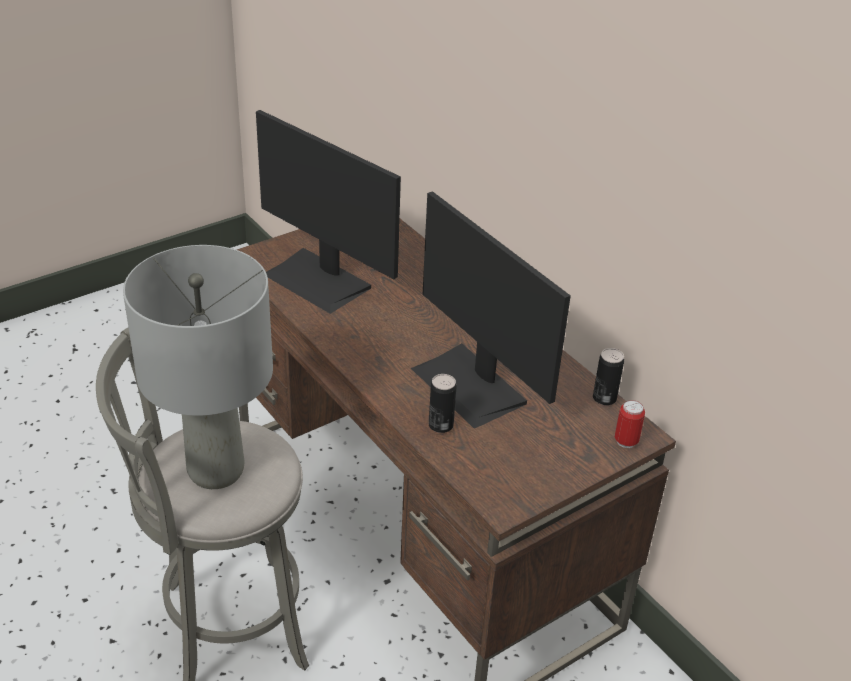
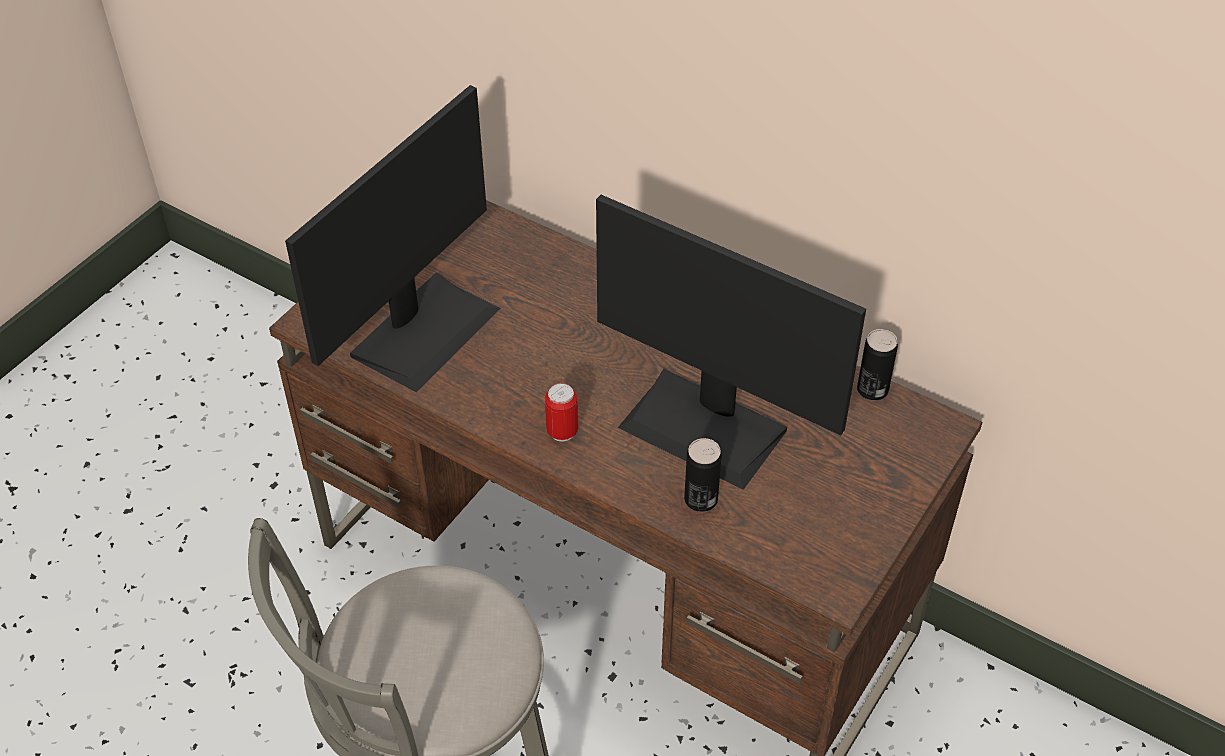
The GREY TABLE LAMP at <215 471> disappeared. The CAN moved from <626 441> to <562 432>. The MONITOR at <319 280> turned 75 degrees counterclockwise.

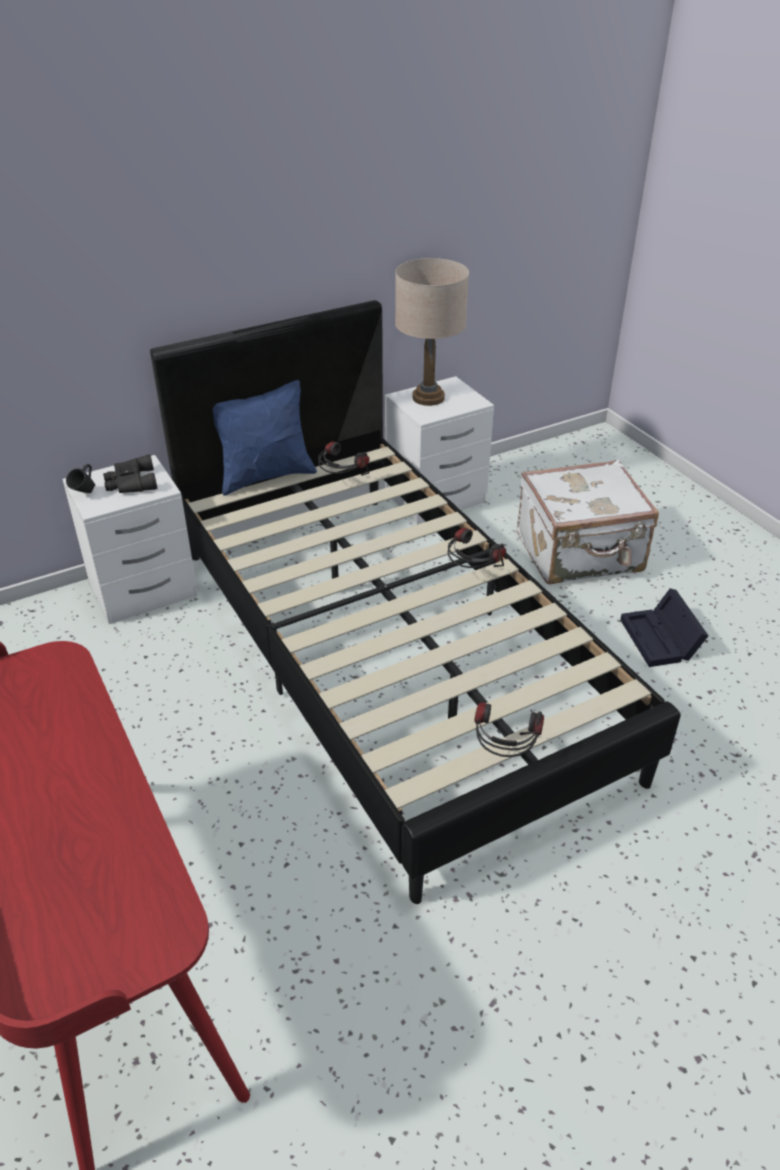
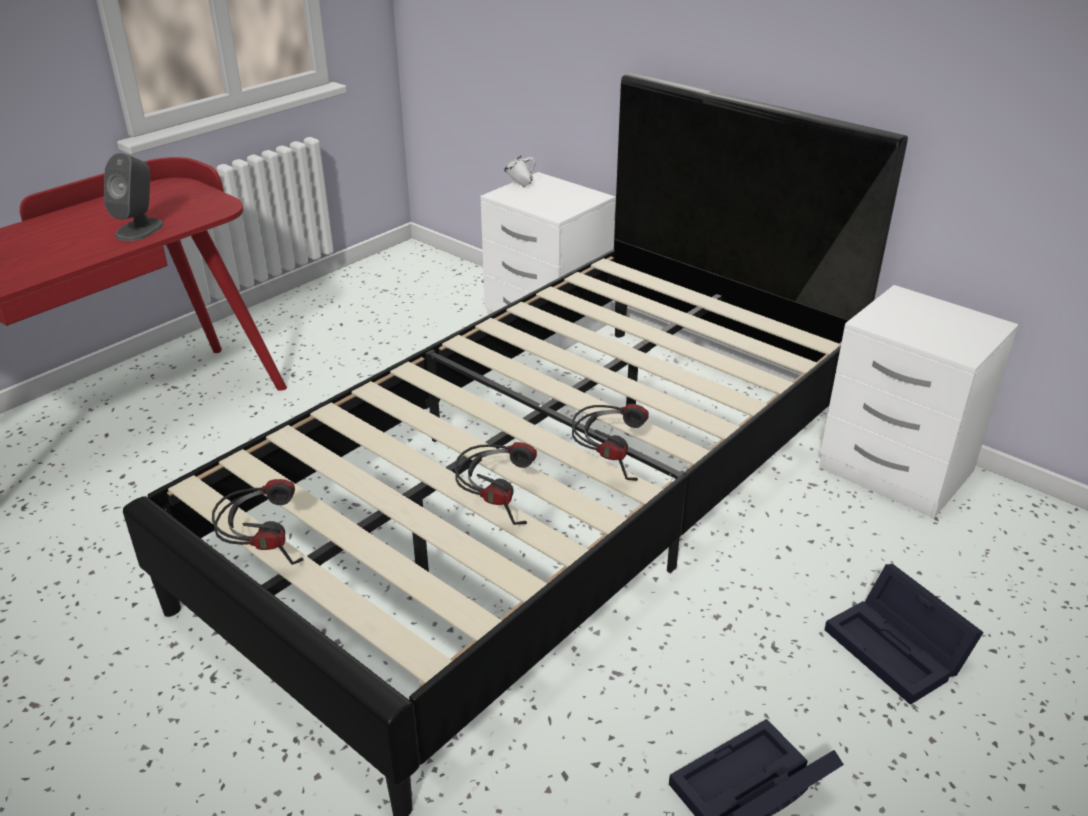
The BLACK BINOCULARS at <130 482> disappeared. The BLUE PILLOW at <265 476> disappeared. The BEIGE TABLE LAMP at <428 398> disappeared. The GREY SPEAKER at <140 229> appeared. The HEADPHONES moved from <341 481> to <495 506>. The WHITE SUITCASE at <580 554> was replaced by the BLACK STORAGE BOX at <899 650>. The BLACK MUG at <84 494> became the WHITE MUG at <520 185>.

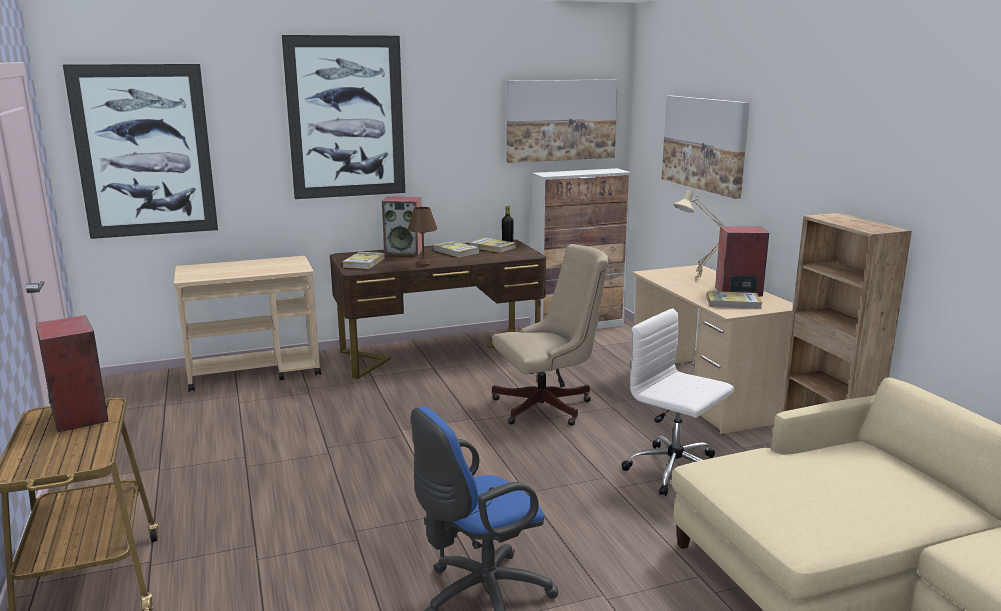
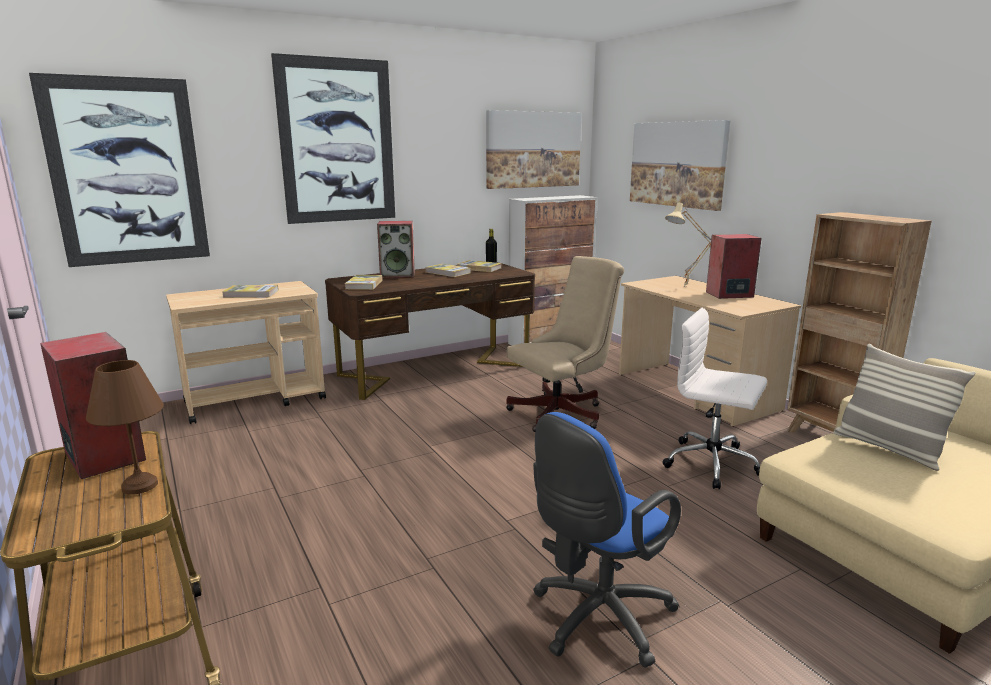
The PILLOW at <888 449> appeared. The BROWN TABLE LAMP moved from <422 264> to <138 485>. The BOOK moved from <733 303> to <251 294>.

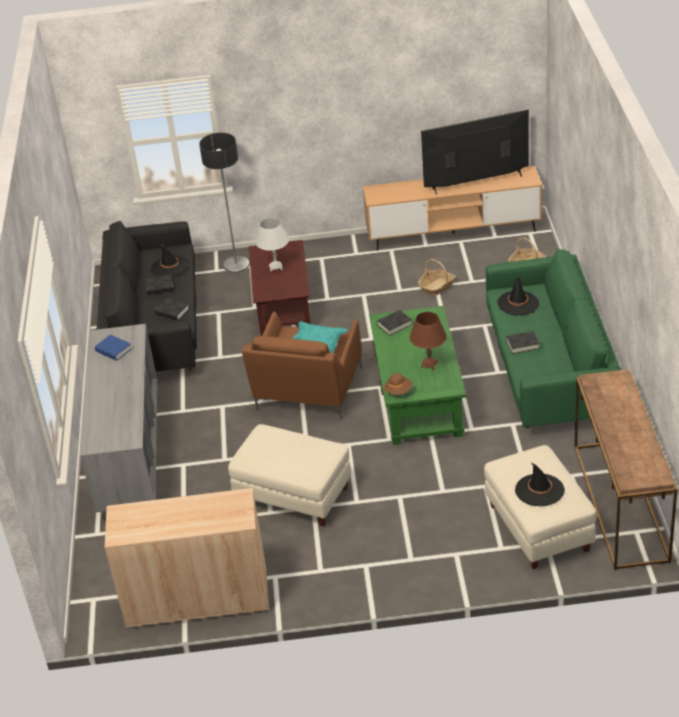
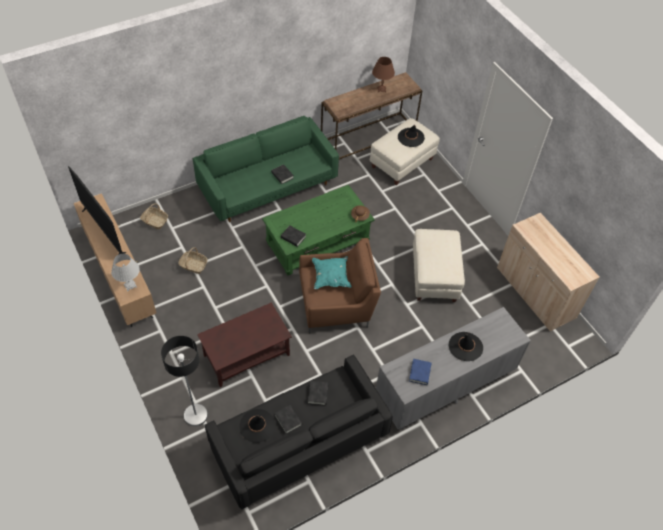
The WHITE TABLE LAMP moved from <275 267> to <130 285>. The BROWN TABLE LAMP moved from <429 364> to <381 89>. The BLACK HAT moved from <518 303> to <465 346>.

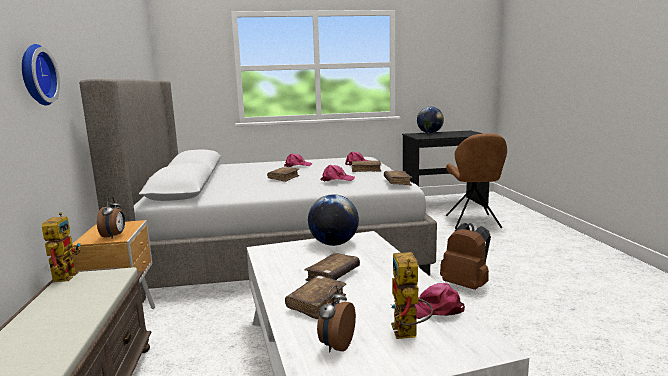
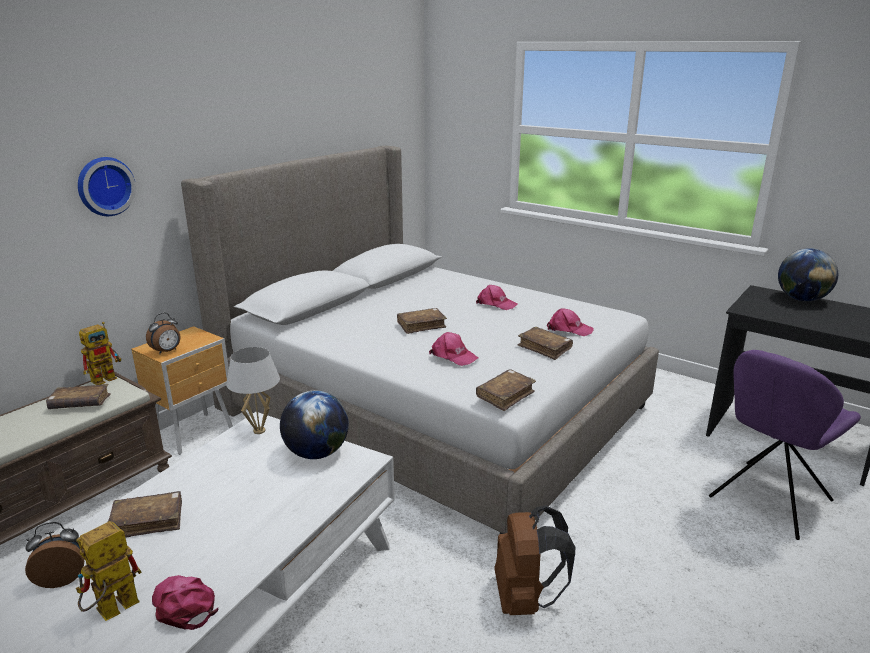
The WHITE TABLE LAMP at <259 430> appeared. The BROWN BOOK moved from <333 275> to <80 404>. The BROWN CHAIR at <473 222> became the PURPLE CHAIR at <768 501>.

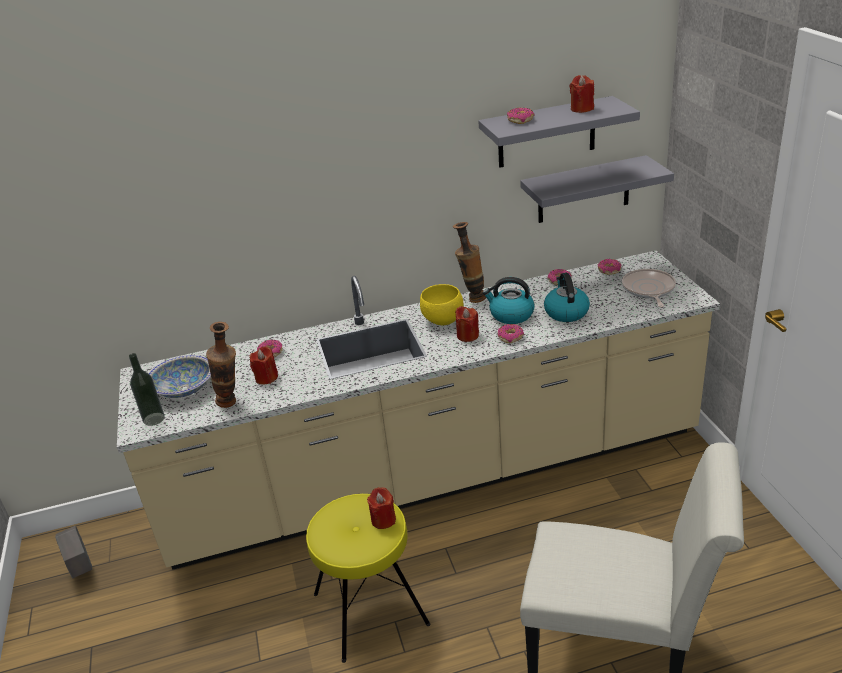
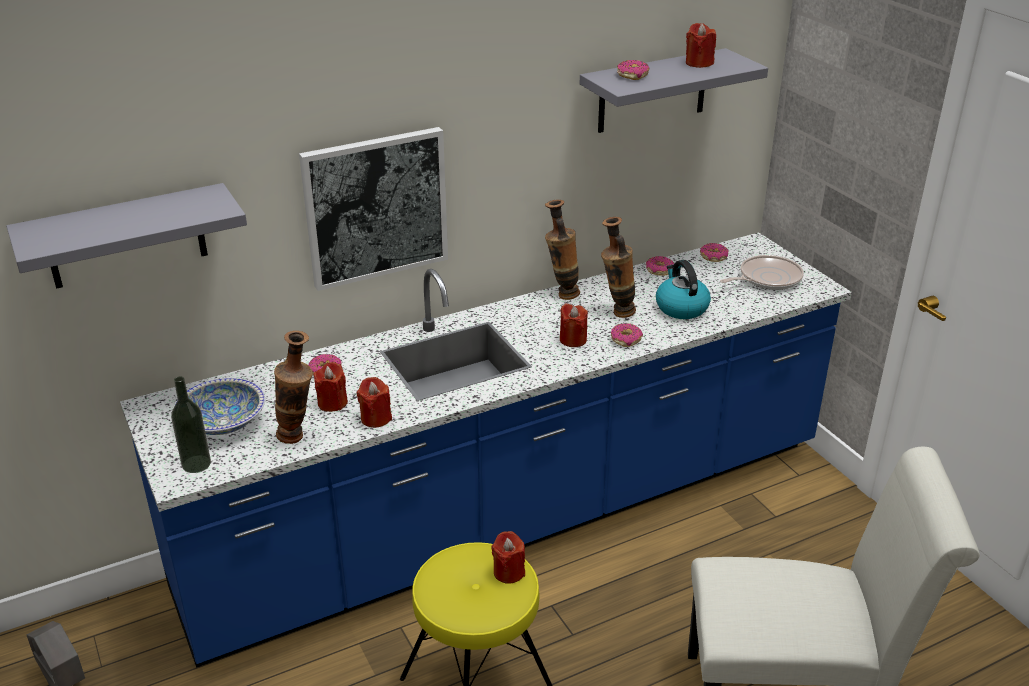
The YELLOW BOWL at <443 321> disappeared. The PICTURE at <375 207> appeared. The RED CANDLE at <376 418> appeared. The GREY SHELF moved from <583 190> to <126 237>. The KETTLE at <511 315> was replaced by the VASE at <616 313>. The BEIGE COUNTER at <435 475> became the BLUE COUNTER at <514 519>. The FRYING PAN at <648 290> turned 75 degrees clockwise.

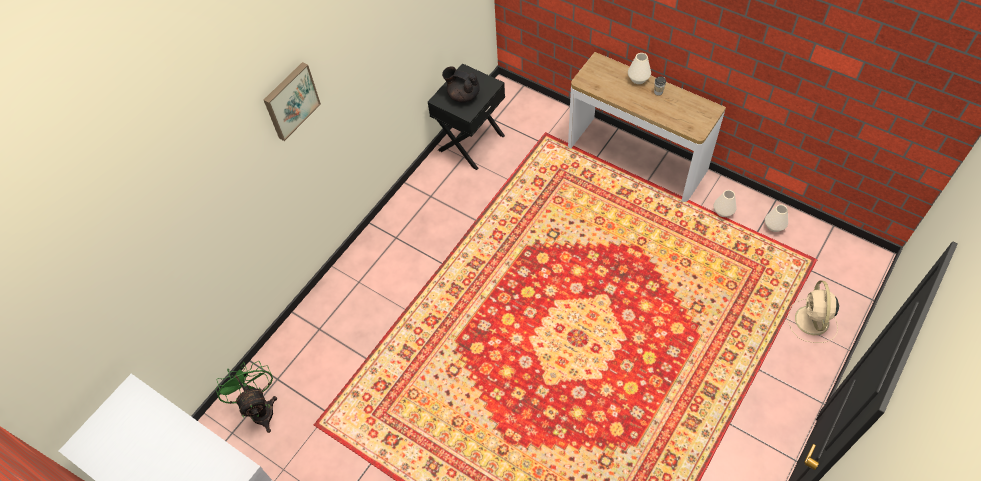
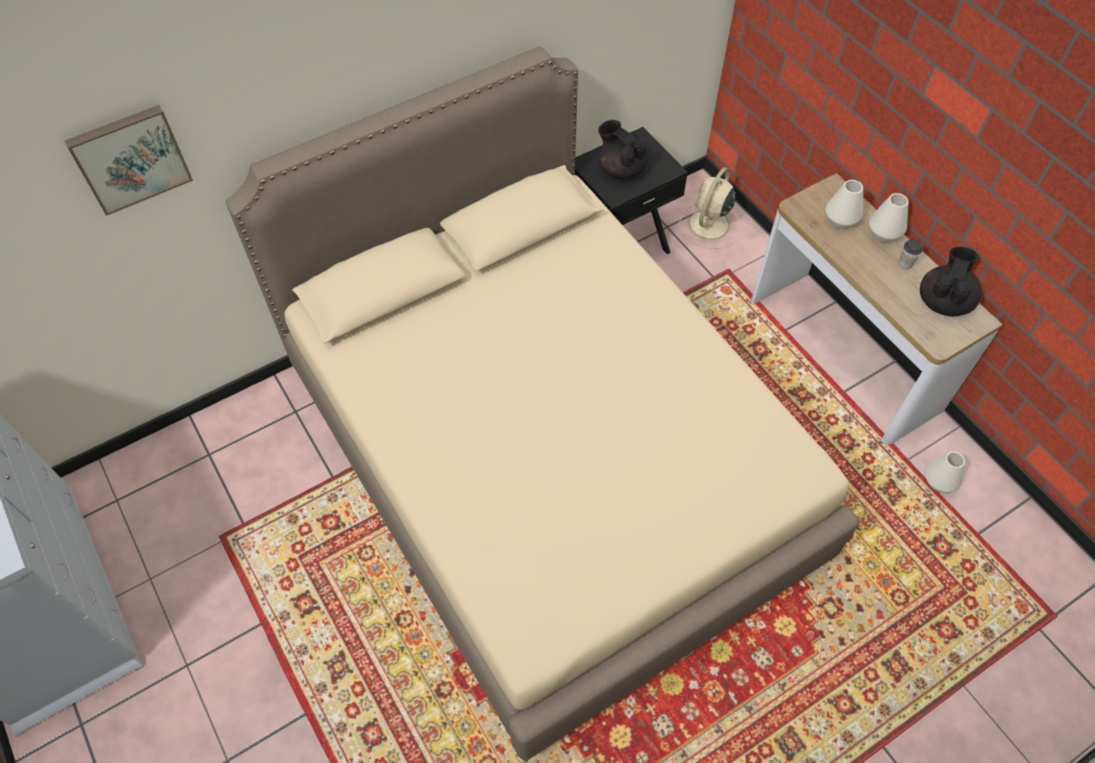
The GREEN FAN at <260 408> disappeared. The BEIGE BED at <546 461> appeared. The BLACK TEAPOT at <943 301> appeared. The PICTURE moved from <290 100> to <130 158>. The WHITE VASE moved from <774 226> to <840 220>. The BEIGE FAN moved from <812 322> to <708 226>.

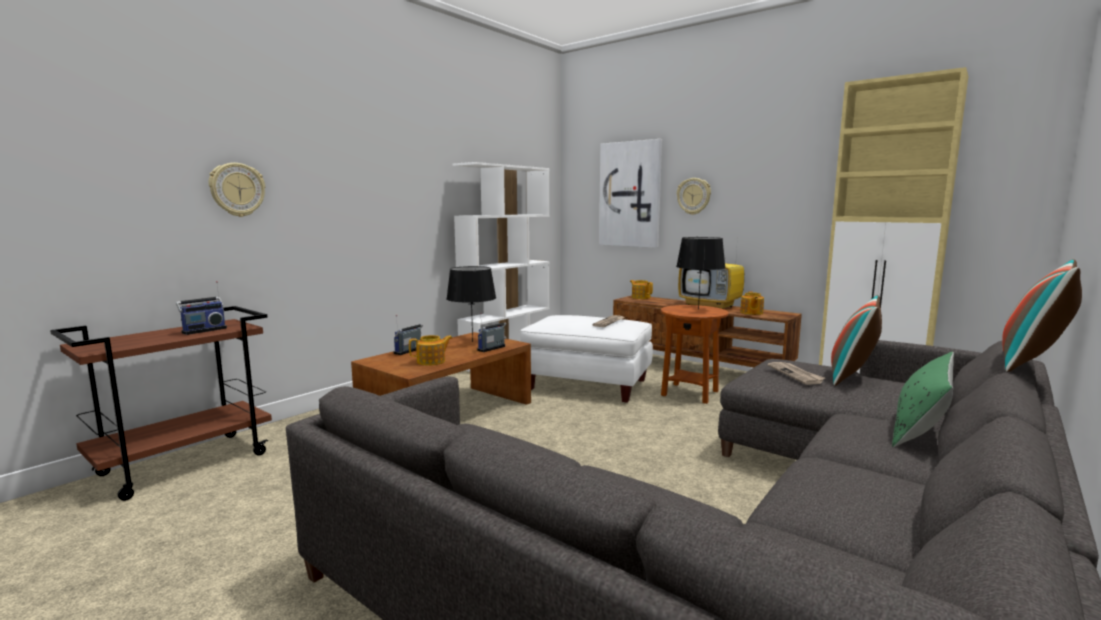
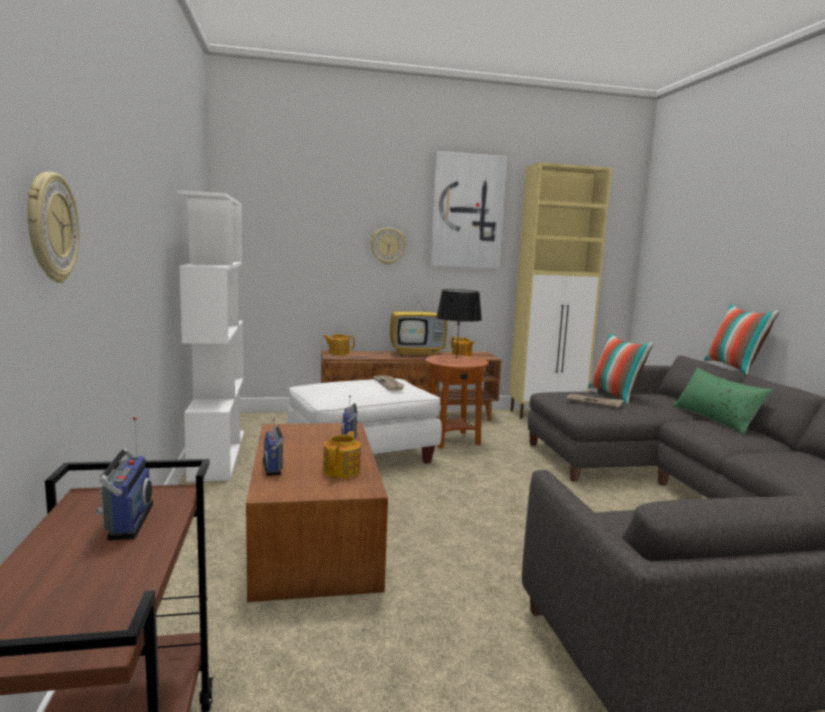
The BLACK TABLE LAMP at <472 341> disappeared. The PICTURE moved from <630 194> to <467 211>.

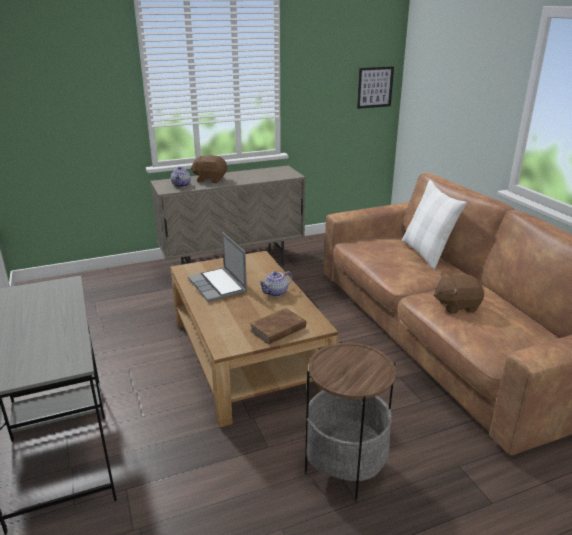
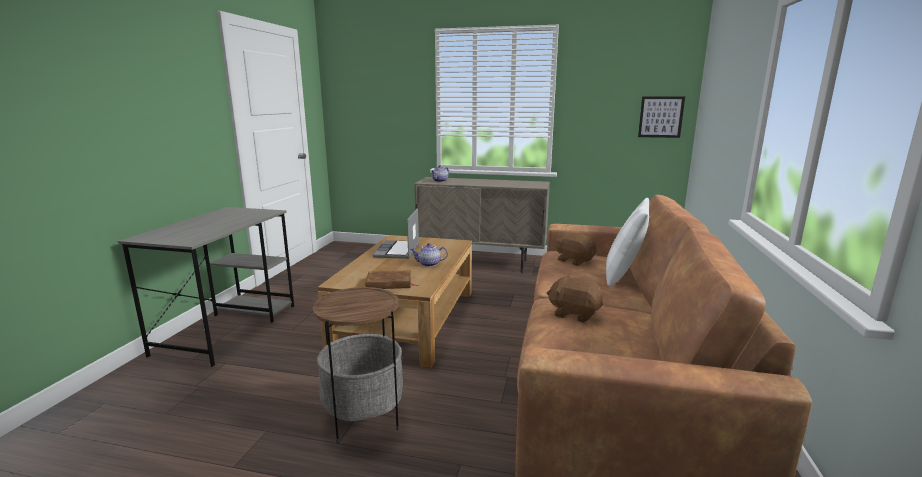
The BROWN PLUSH TOY moved from <210 179> to <574 260>.

